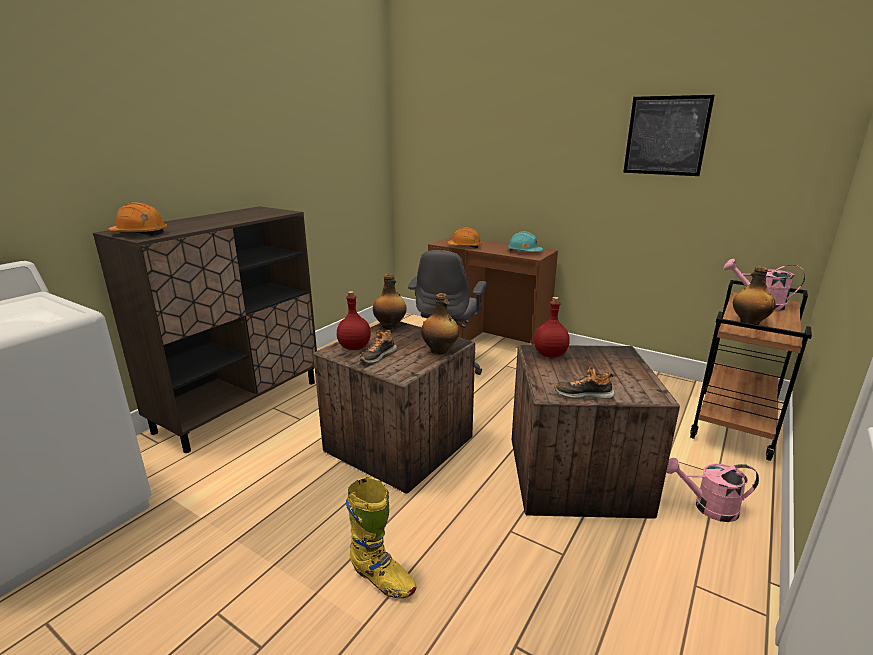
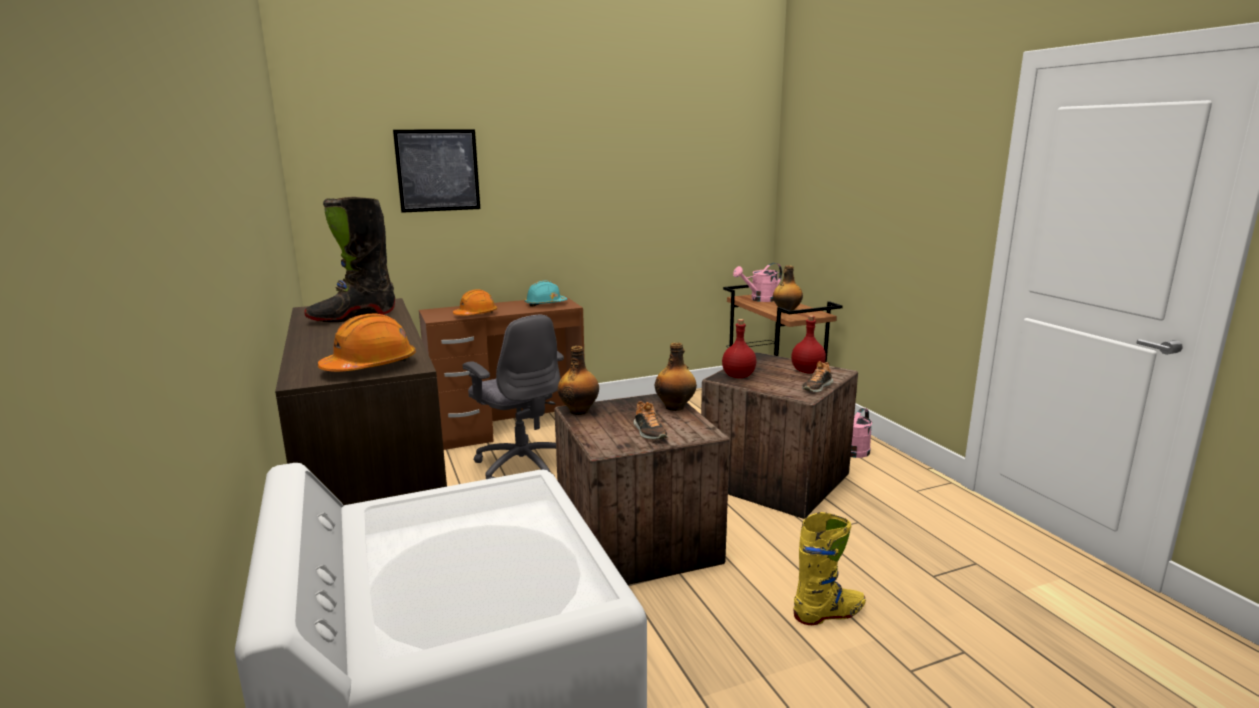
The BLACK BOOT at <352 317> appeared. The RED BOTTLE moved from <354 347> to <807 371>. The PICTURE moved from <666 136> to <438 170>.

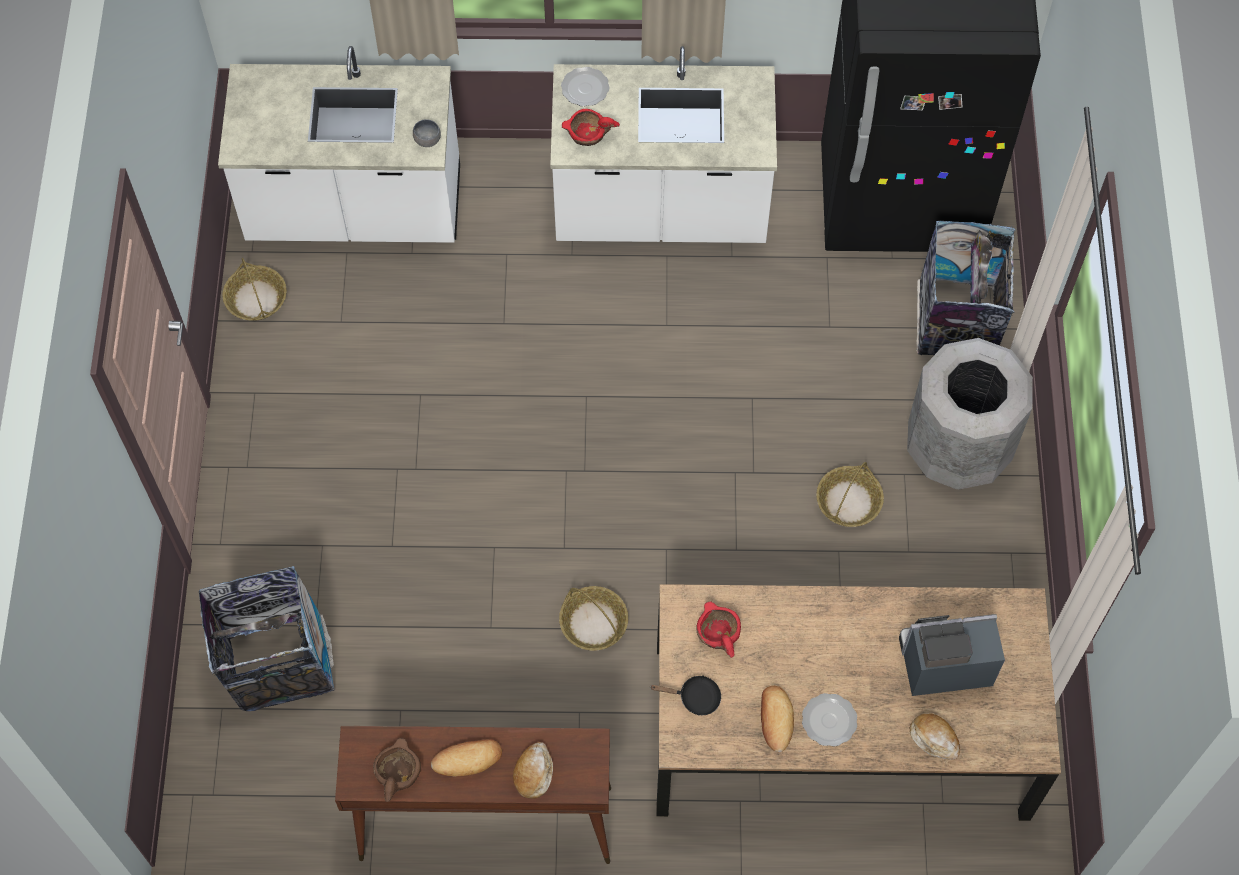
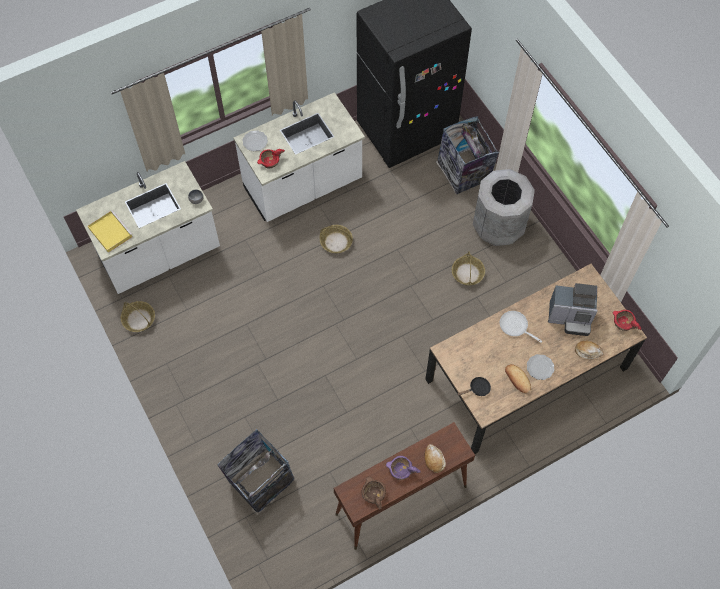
The YELLOW TRAY at <109 232> appeared. The FRYING PAN at <515 327> appeared. The BASKET moved from <594 623> to <336 242>. The RED BOWL moved from <718 633> to <623 323>. The BREAD at <467 759> was replaced by the PURPLE BOWL at <400 470>. The COFFEE MACHINE at <942 664> turned 135 degrees counterclockwise.

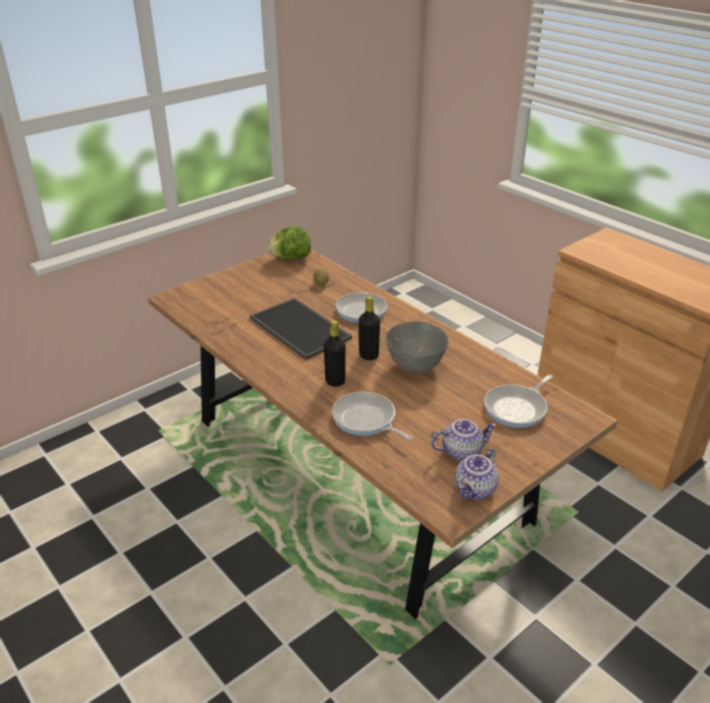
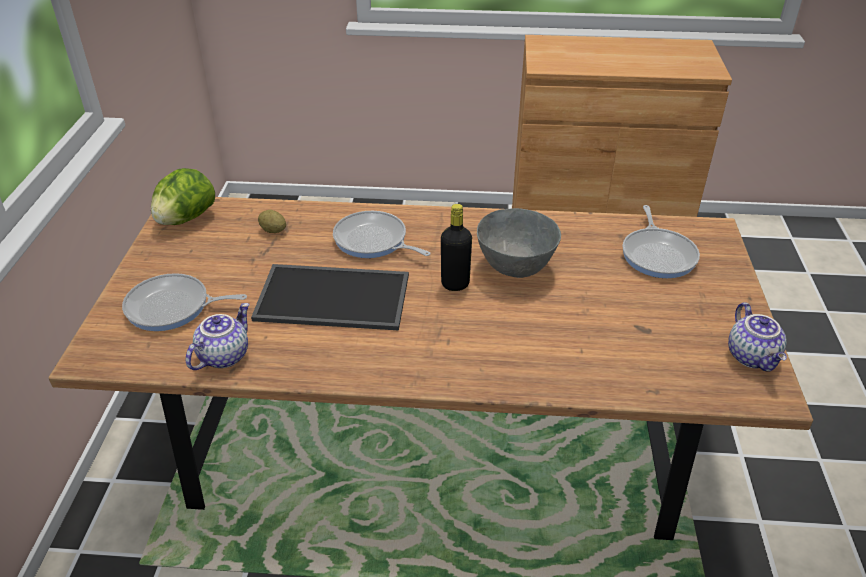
The BLACK BOTTLE at <335 381> disappeared. The FRYING PAN moved from <366 420> to <172 307>. The TEAPOT moved from <461 451> to <223 355>.

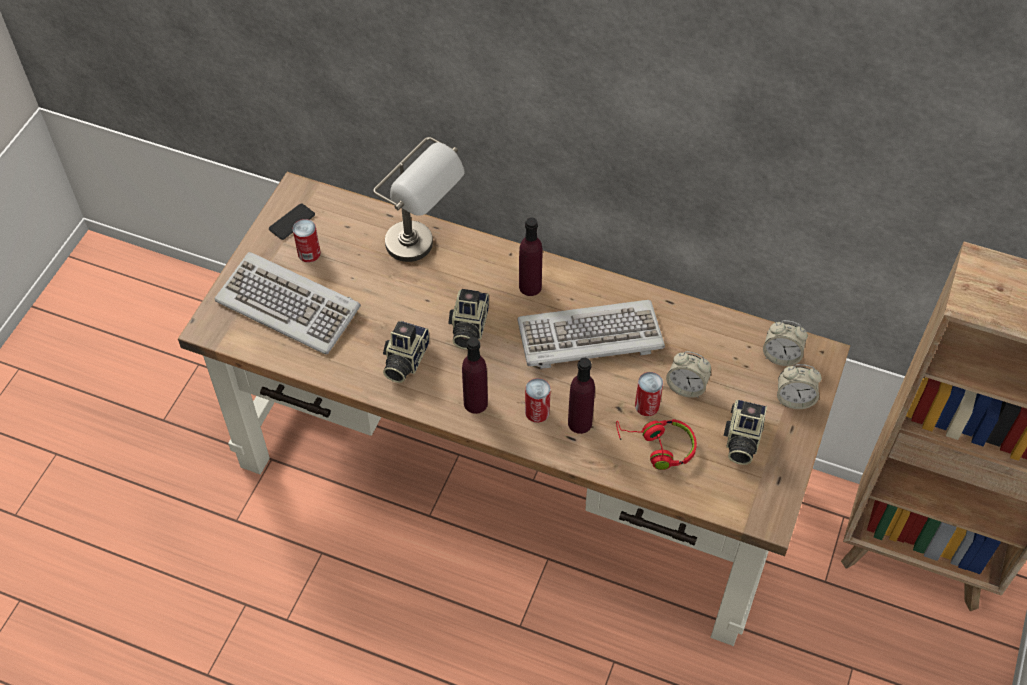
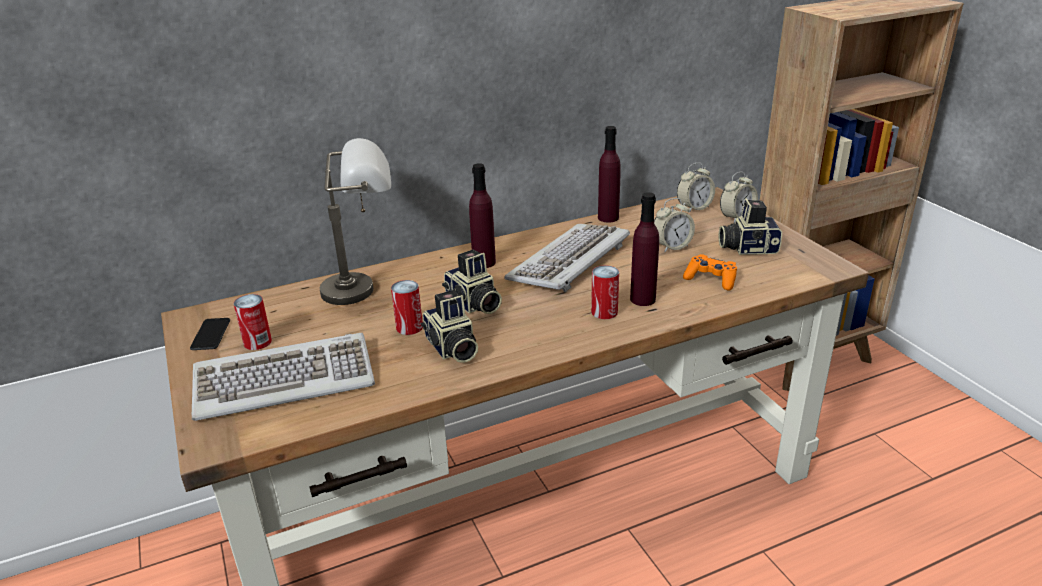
The PURPLE BOTTLE moved from <475 403> to <608 218>. The CAN moved from <647 405> to <409 327>. The RED HEADPHONES at <657 447> was replaced by the ORANGE GAME CONTROLLER at <711 279>. The PHOTO CAMERA at <741 440> turned 120 degrees clockwise.

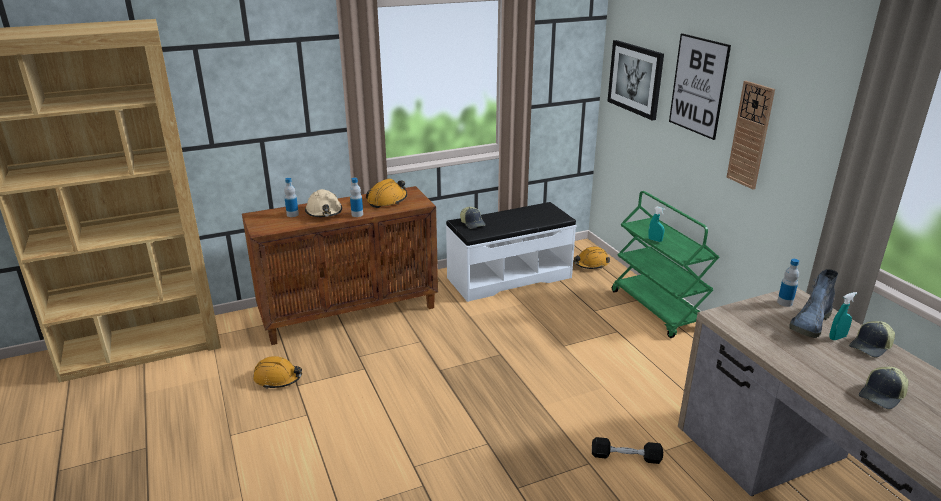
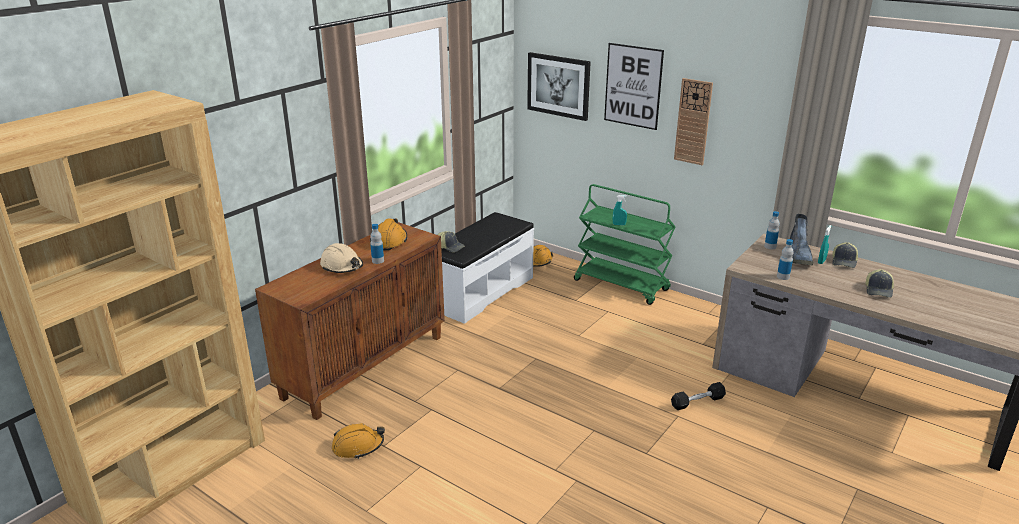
The BOTTLE moved from <292 214> to <783 277>.

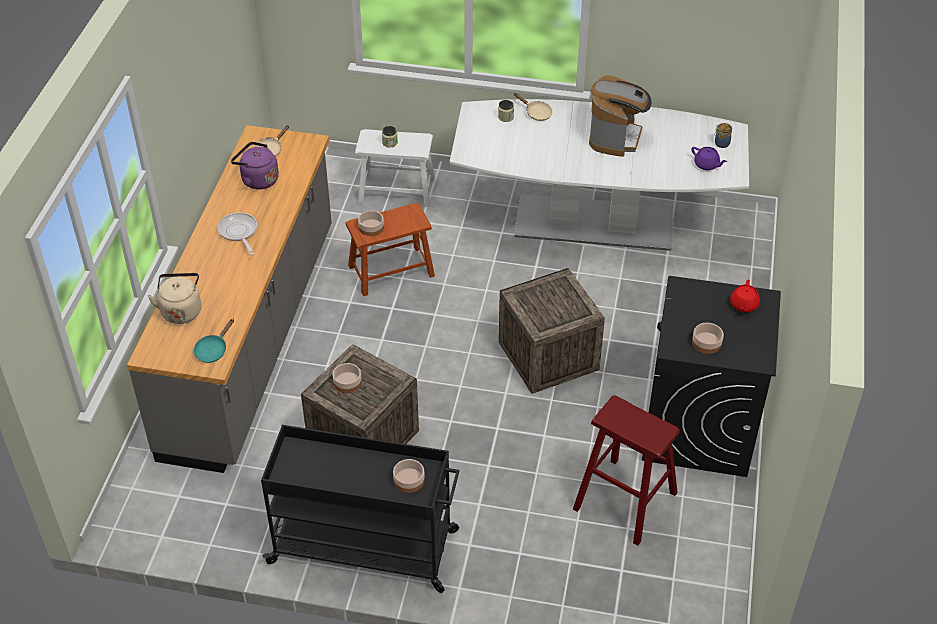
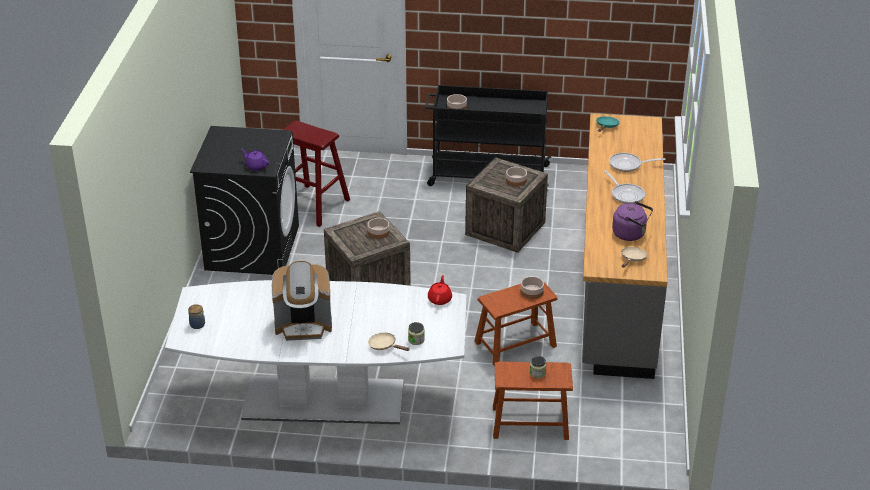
The BEIGE KETTLE at <181 310> disappeared. The FRYING PAN at <628 165> appeared. The PURPLE TEAPOT moved from <706 165> to <256 166>. The BOWL moved from <706 343> to <378 232>. The RED TEAPOT moved from <743 305> to <440 299>. The WHITE STOOL at <397 189> became the BROWN STOOL at <530 423>. The COFFEE MACHINE at <615 137> turned 105 degrees counterclockwise.

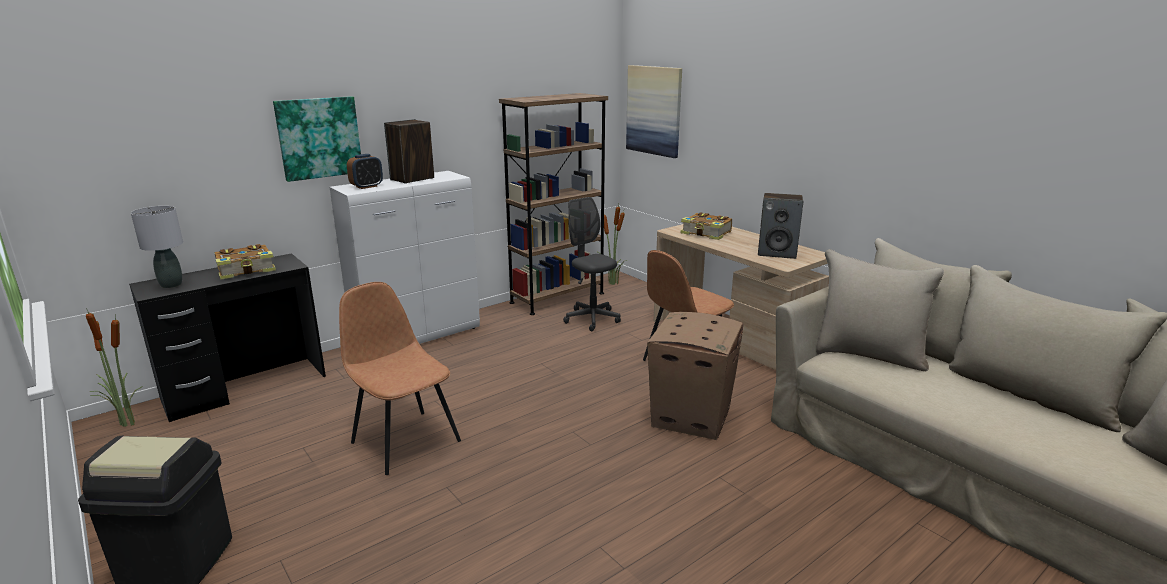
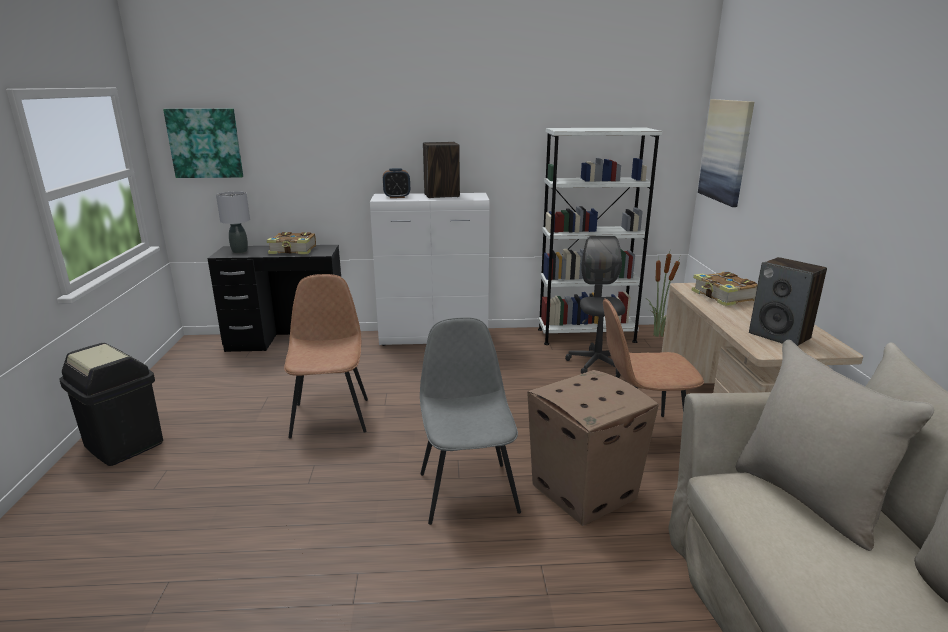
The POTTED PLANT at <126 424> disappeared. The GREY CHAIR at <468 490> appeared. The PICTURE moved from <319 138> to <205 143>. The BROWN BOOKCASE at <557 298> became the WHITE BOOKCASE at <586 335>.

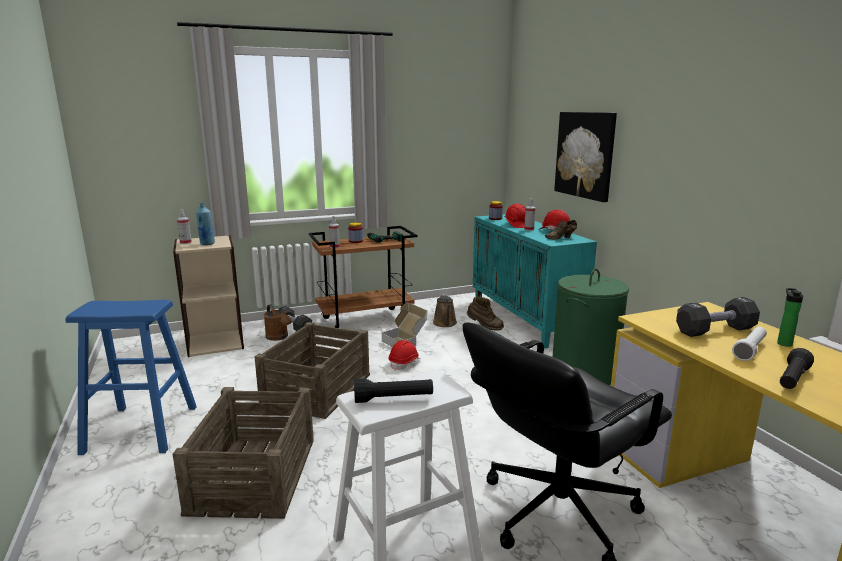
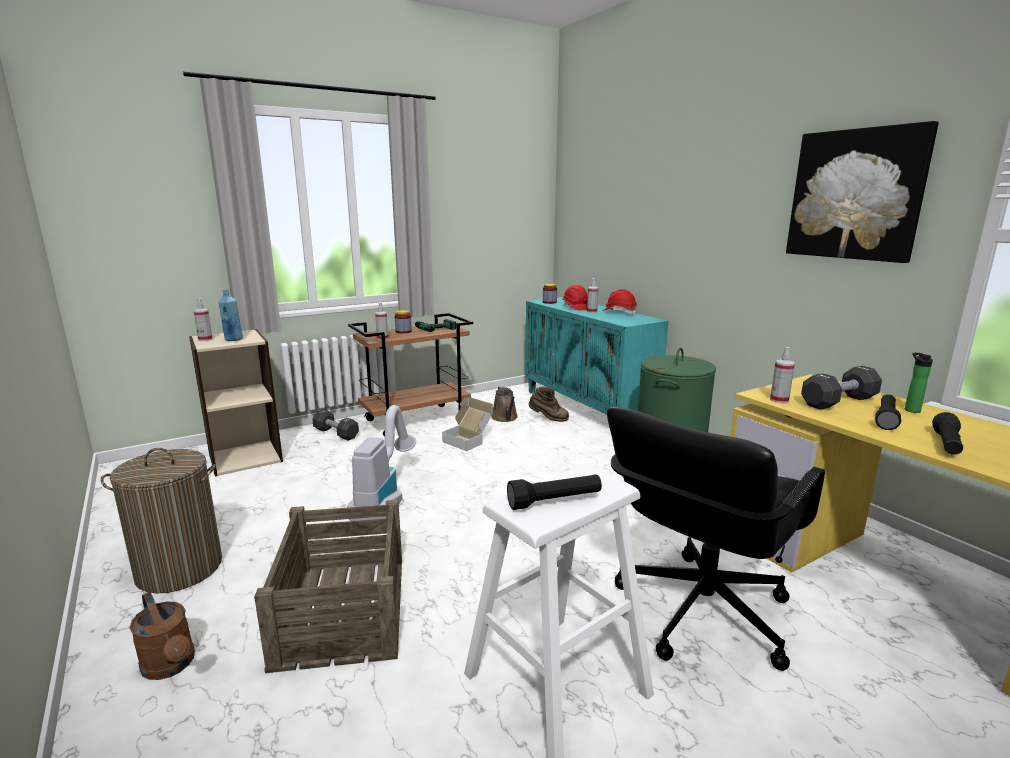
The RED HARD HAT at <405 363> disappeared. The BROWN SHOE at <561 238> disappeared. The SPRAY BOTTLE at <779 400> appeared. The BROWN WATERING CAN moved from <278 337> to <171 666>. The PICTURE moved from <585 155> to <856 195>. The BLUE STOOL at <141 429> was replaced by the LAUNDRY BASKET at <179 569>. The CRATE at <316 389> was replaced by the VACUUM CLEANER at <385 500>. The WHITE FLASHLIGHT at <750 350> became the BLACK FLASHLIGHT at <886 419>.

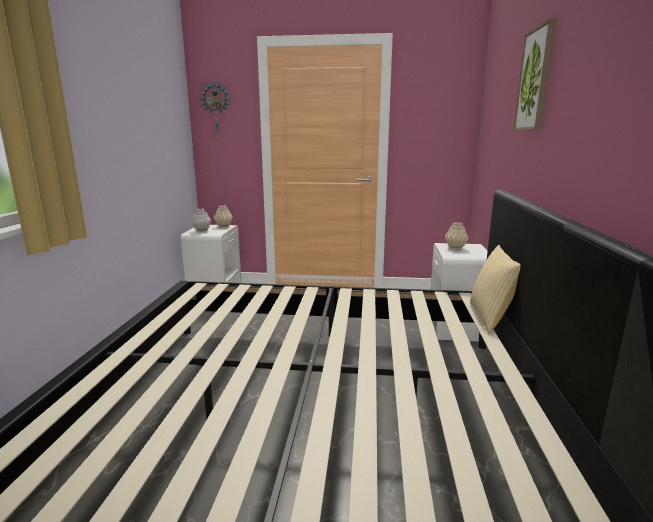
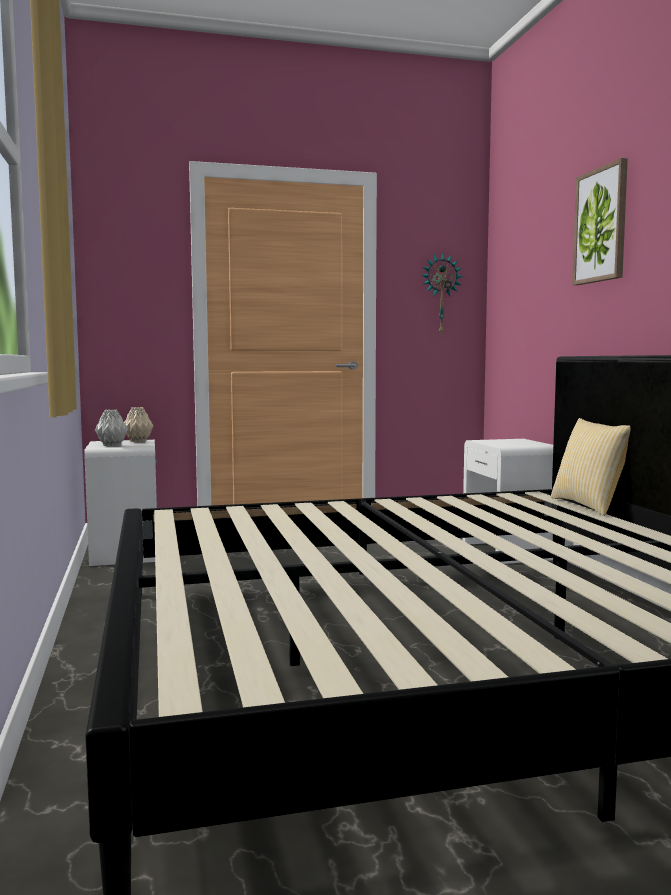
The BEIGE VASE at <455 248> disappeared. The WALL CLOCK moved from <217 112> to <440 294>.

